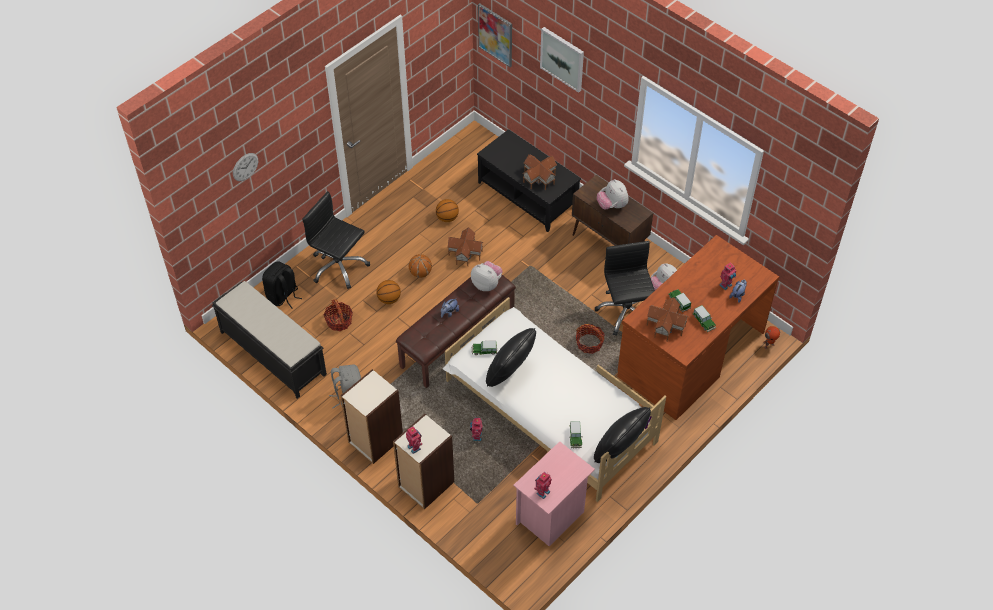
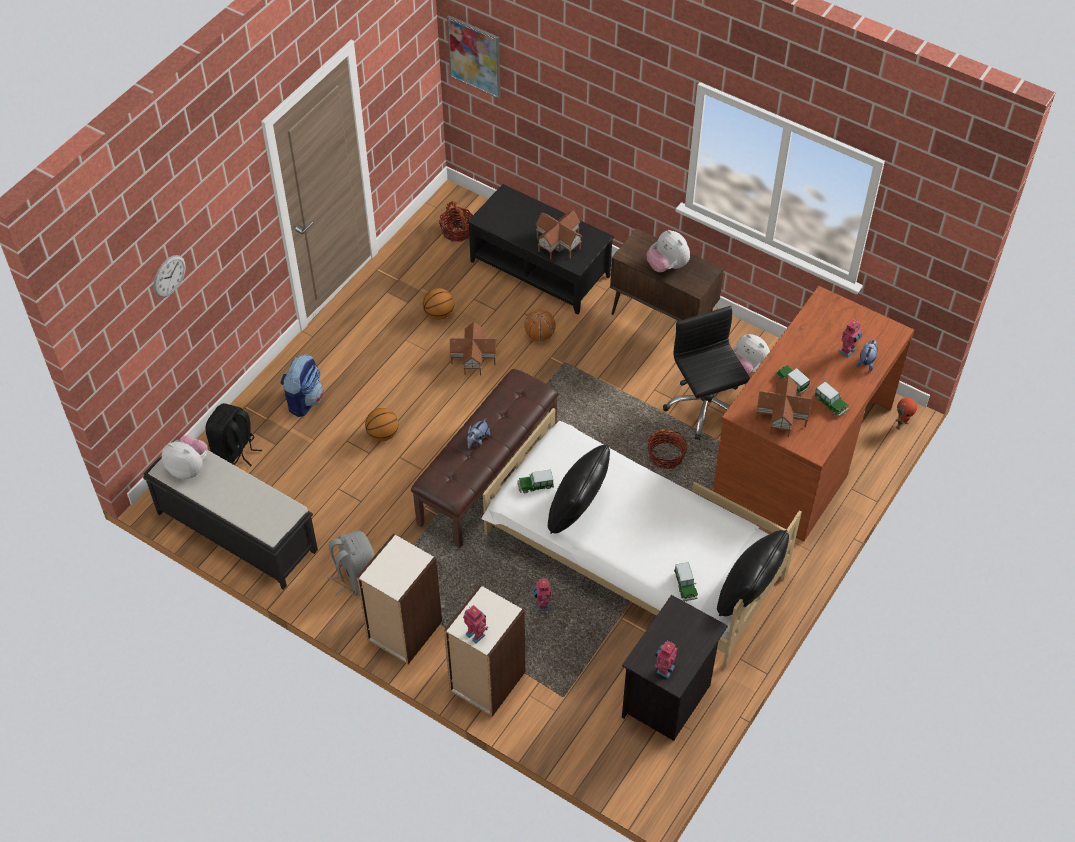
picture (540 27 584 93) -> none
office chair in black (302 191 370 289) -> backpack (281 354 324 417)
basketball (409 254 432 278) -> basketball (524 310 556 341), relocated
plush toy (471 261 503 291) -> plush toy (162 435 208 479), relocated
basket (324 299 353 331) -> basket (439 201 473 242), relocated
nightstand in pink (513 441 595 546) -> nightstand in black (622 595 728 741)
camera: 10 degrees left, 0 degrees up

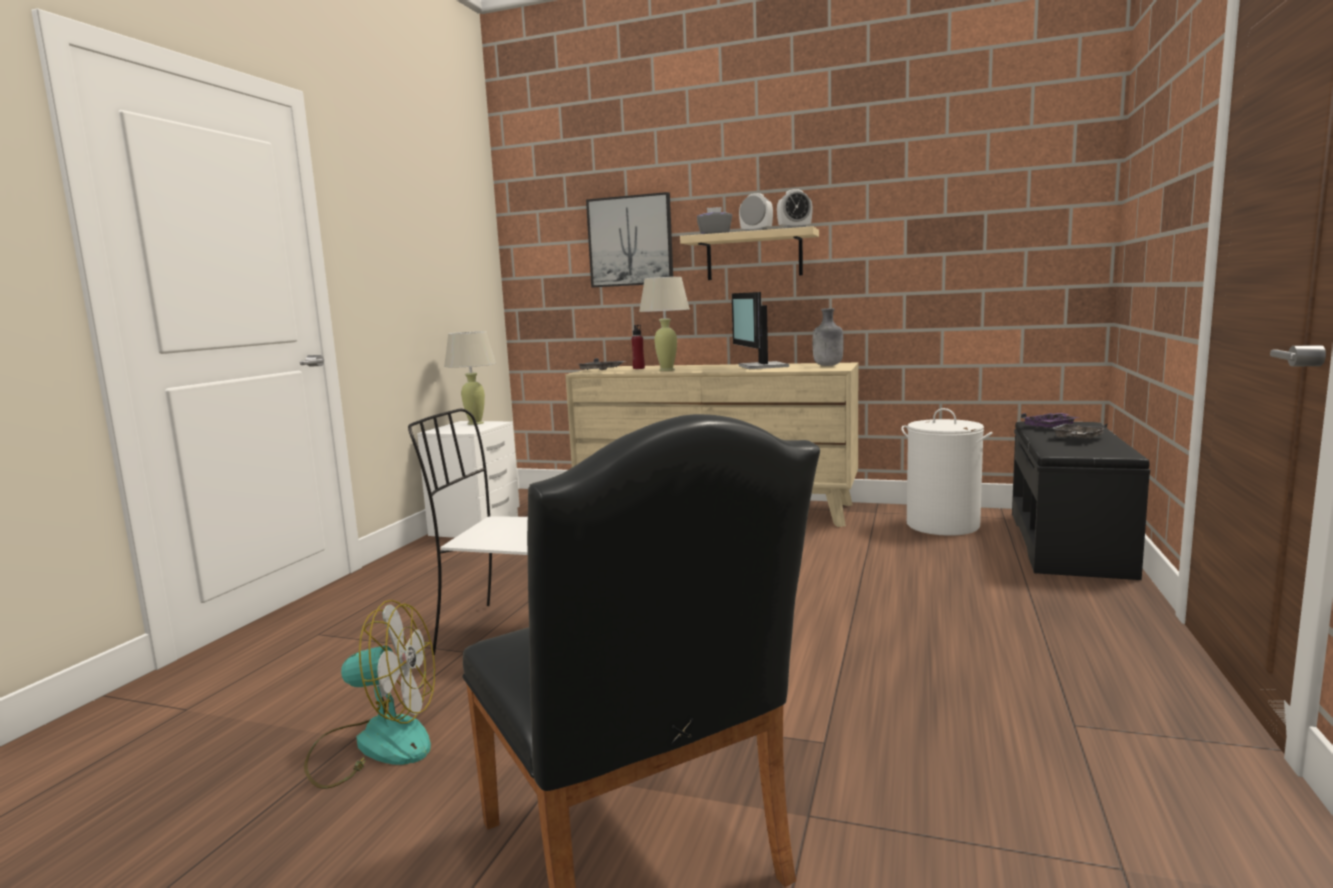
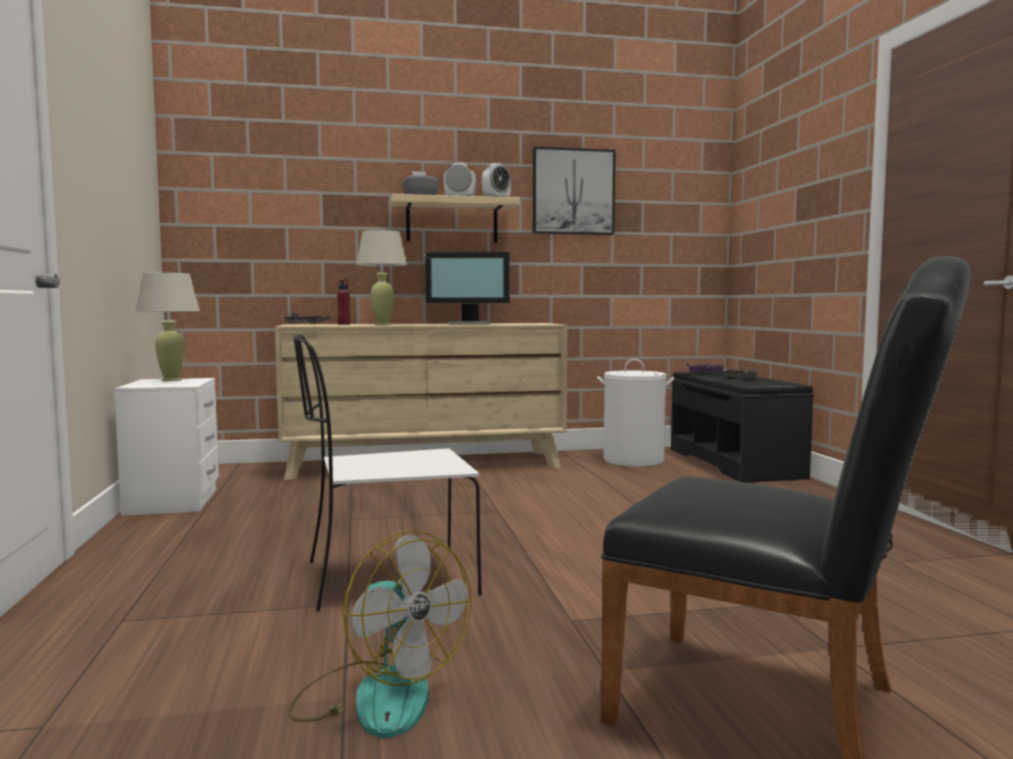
picture (586 192 673 287) -> picture (533 147 616 235), relocated
monitor (732 292 789 369) -> monitor (425 252 510 324), 45 degrees counterclockwise
bottle in grey (813 308 844 366) -> none
fan (304 600 435 789) -> fan (288 530 472 738), 75 degrees clockwise
camera: 30 degrees left, 5 degrees down

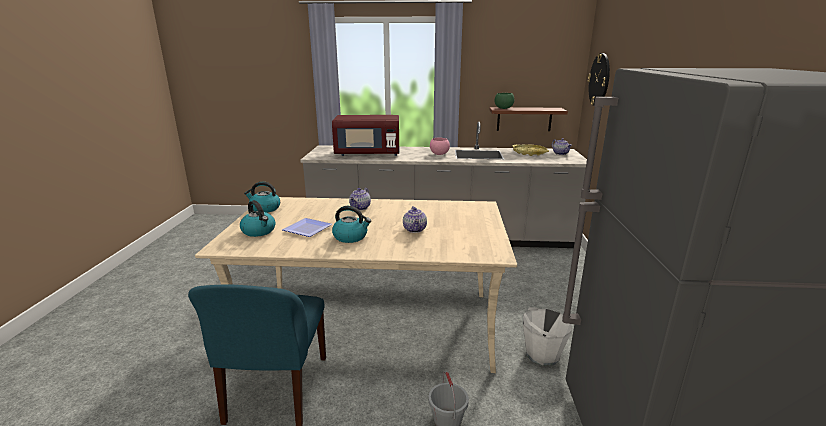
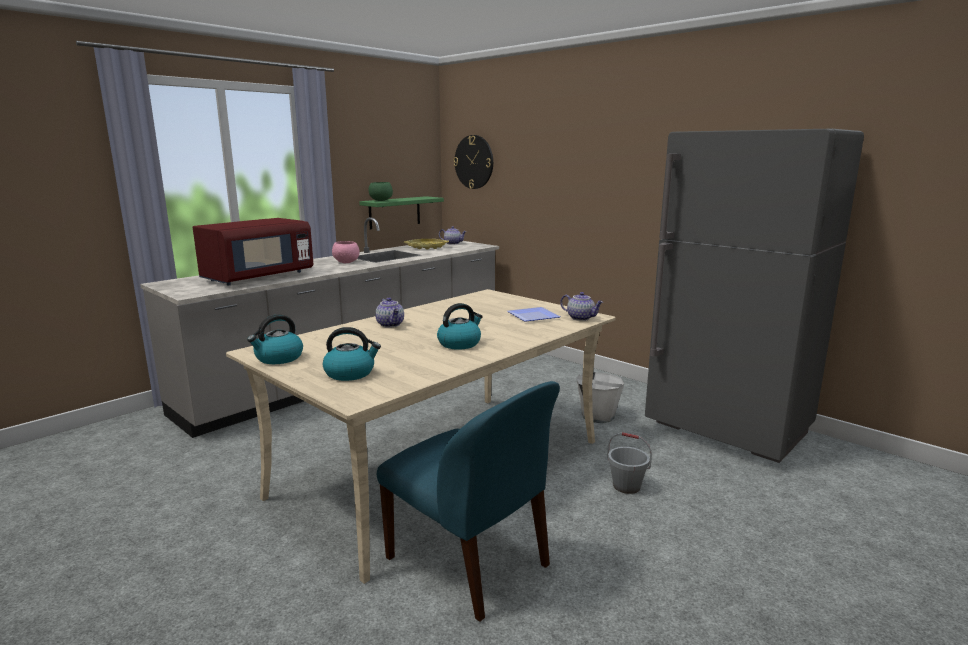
shelf in brown (489 107 568 131) -> shelf in green (359 196 444 230)
teapot (403 206 427 233) -> teapot (560 292 603 321), relocated
plate (282 218 332 237) -> plate (508 307 561 322), relocated
camera: 50 degrees left, 5 degrees down

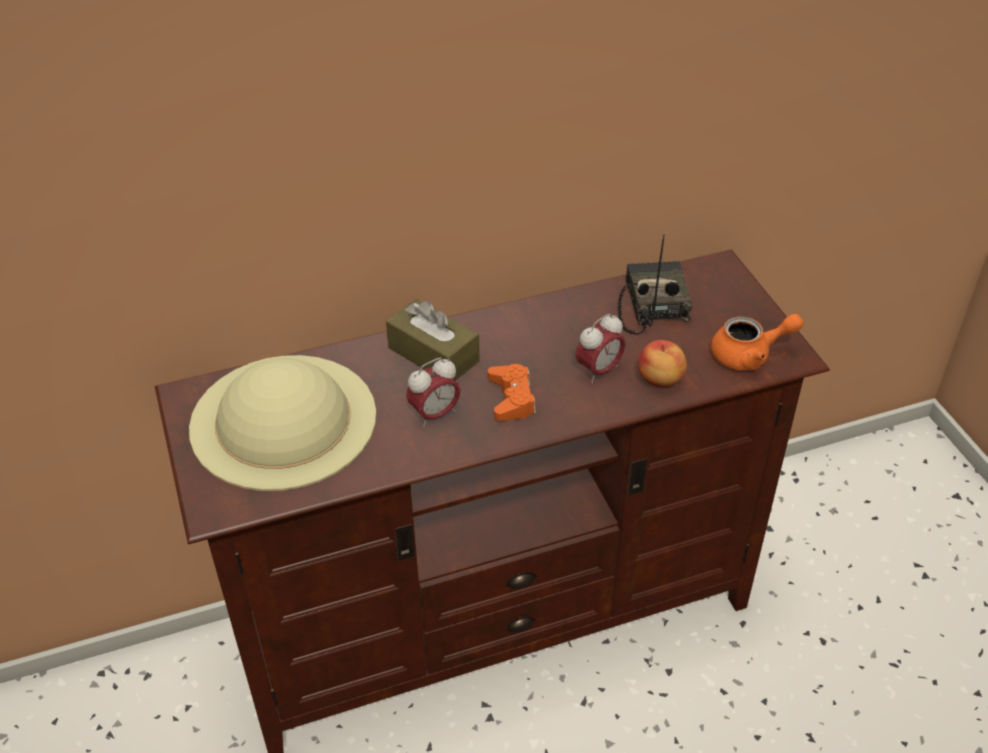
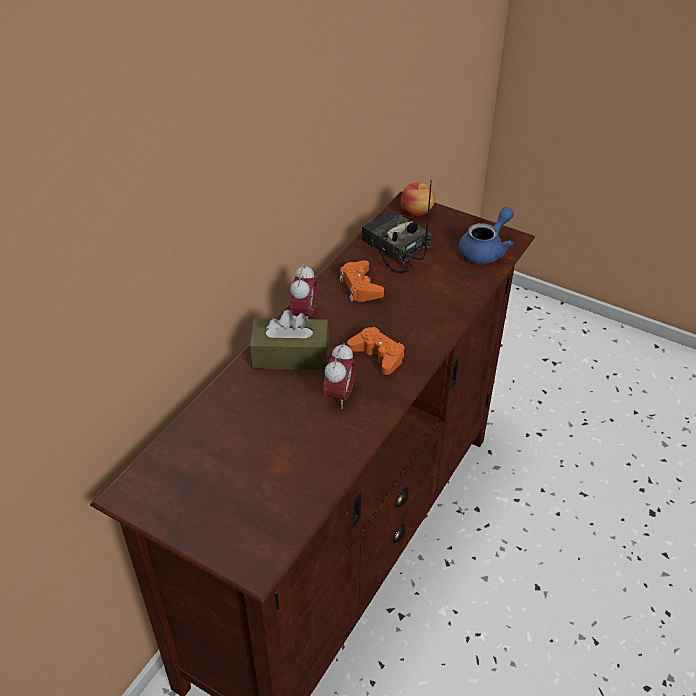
alarm clock (576 314 625 383) -> alarm clock (290 264 317 319), relocated
teapot in orange (711 314 804 370) -> teapot in blue (458 207 514 264)
apple (638 340 687 387) -> apple (401 182 435 216), relocated
hat in beige (189 355 376 491) -> none
none -> game controller in orange (340 260 384 302)
camera: 40 degrees left, 0 degrees up

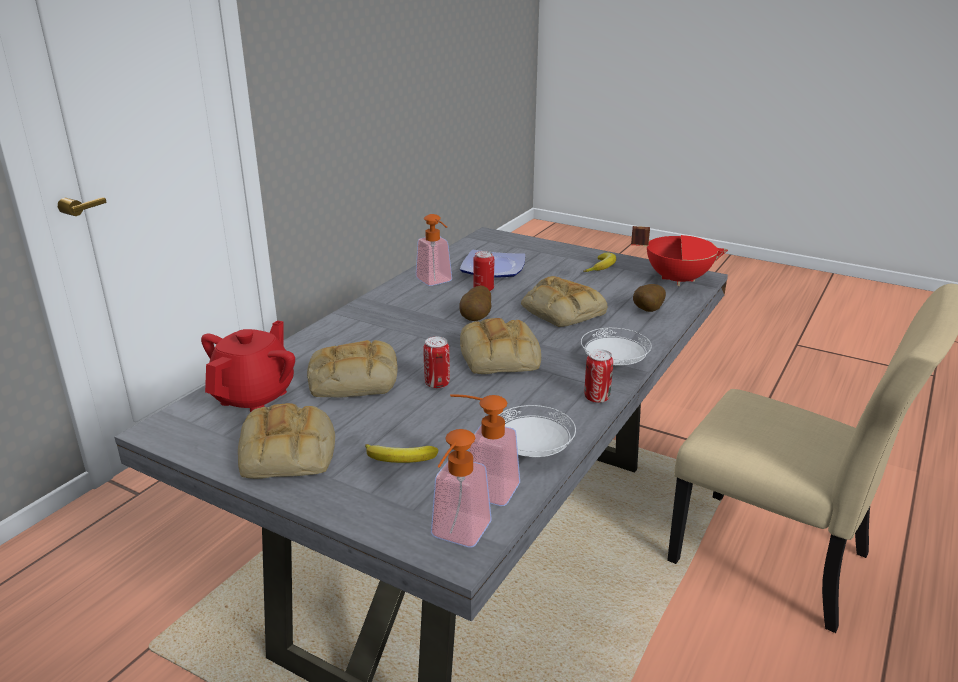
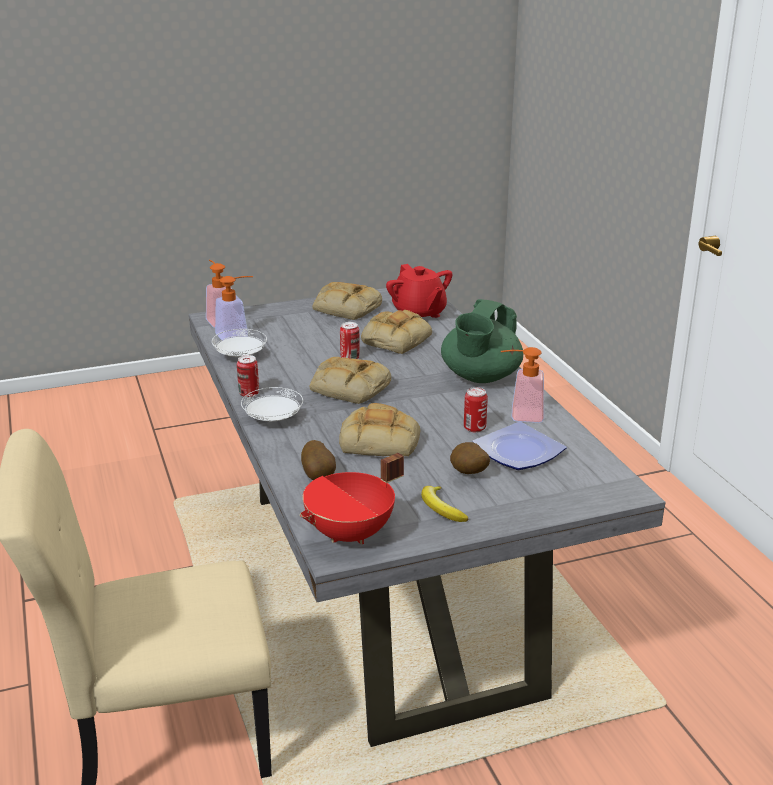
potato (459 285 491 321) -> potato (450 442 490 474), relocated
banana (365 444 438 463) -> none
none -> teapot in green (441 299 523 383)
camera: 130 degrees right, 0 degrees up

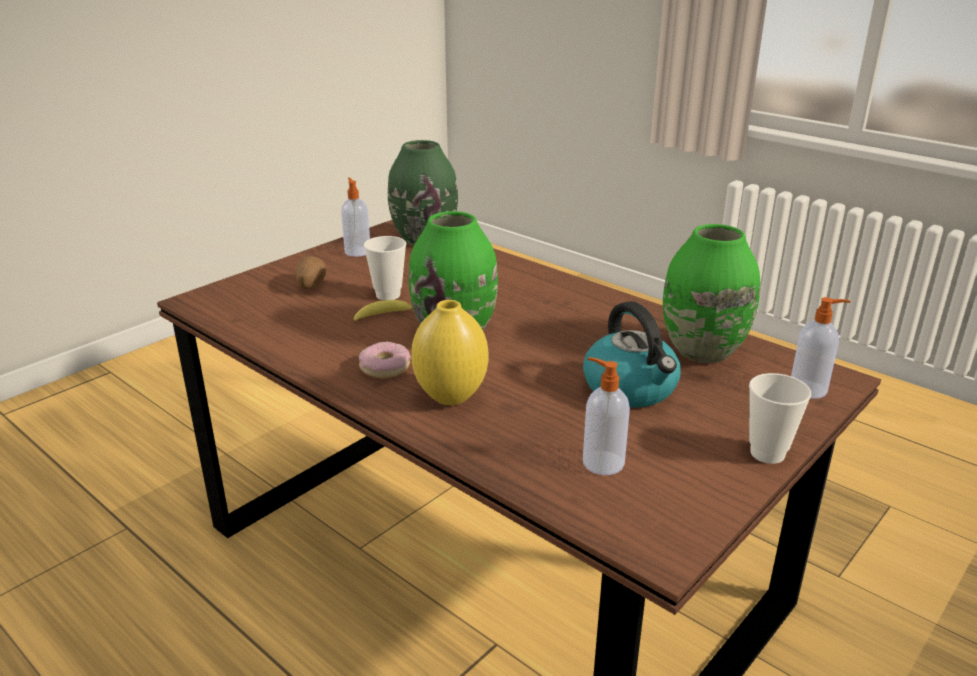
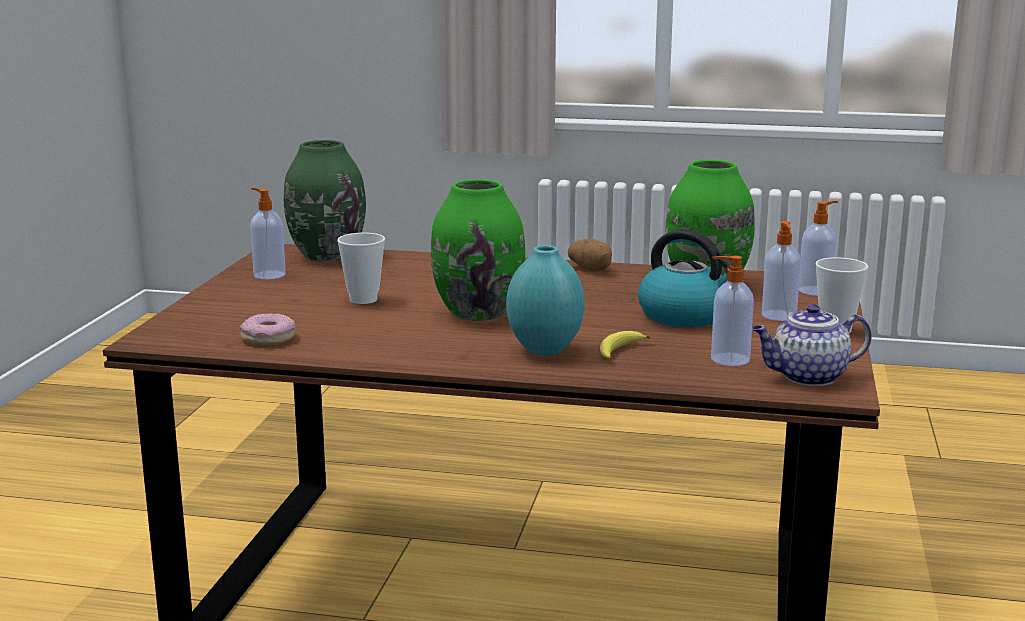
potato (295 256 326 290) -> potato (568 239 612 271), relocated
banana (354 300 414 321) -> banana (600 331 650 359), relocated
vase in yellow (411 300 489 405) -> vase in turquoise (506 245 585 356)
donut (359 342 411 378) -> donut (240 313 295 345), relocated
none -> soap dispenser (762 221 801 321)
none -> teapot (752 304 872 386)
camera: 30 degrees left, 10 degrees down

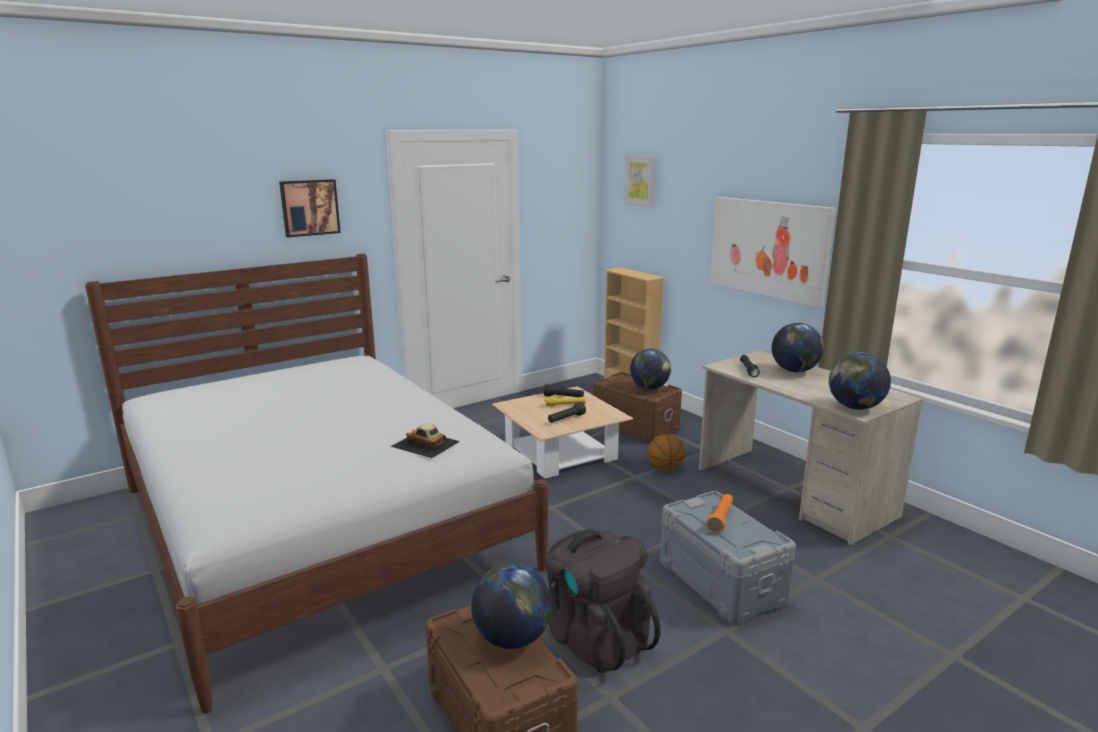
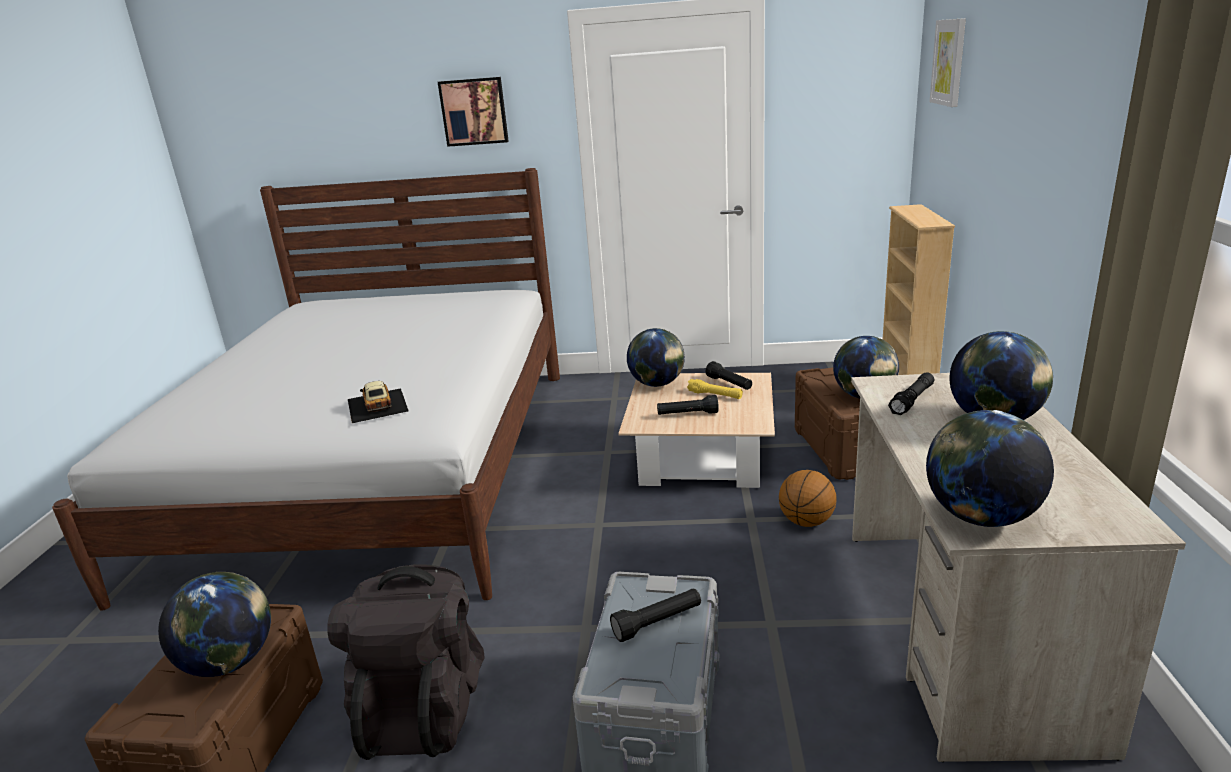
picture (710 197 836 307) -> none
flashlight in orange (706 494 733 533) -> flashlight in black (610 588 701 642)
none -> globe (627 328 685 387)
camera: 40 degrees right, 5 degrees up

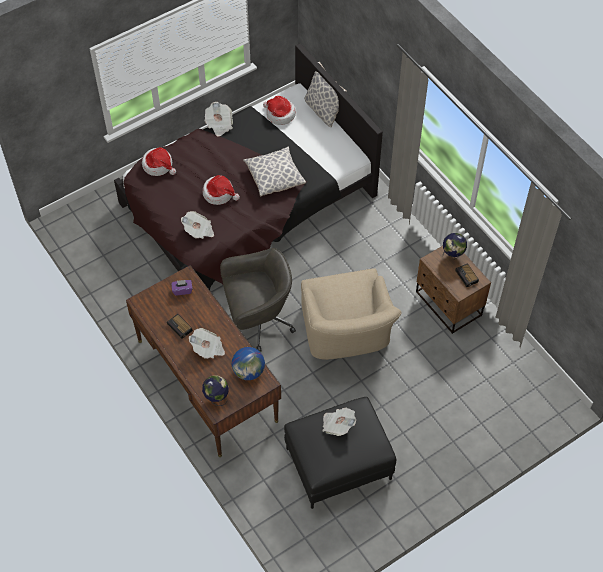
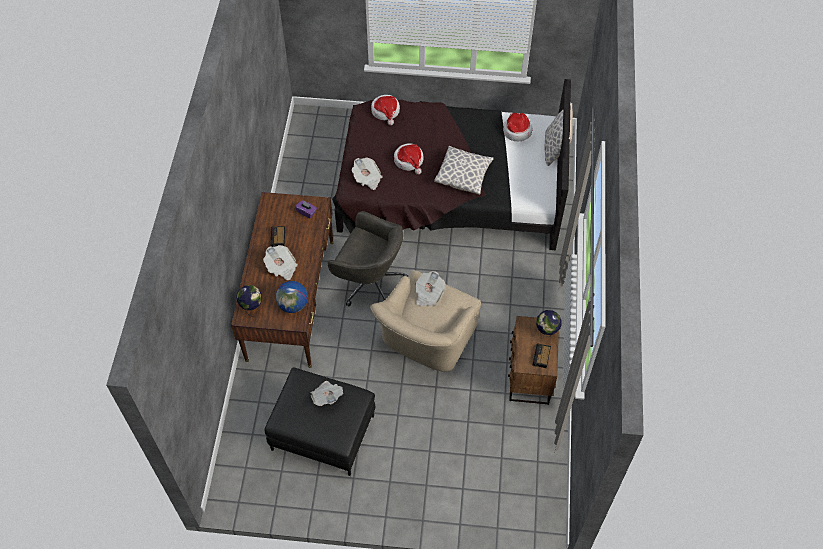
newspaper (205 102 233 137) -> newspaper (415 271 446 306), relocated
camera: 40 degrees right, 0 degrees up

